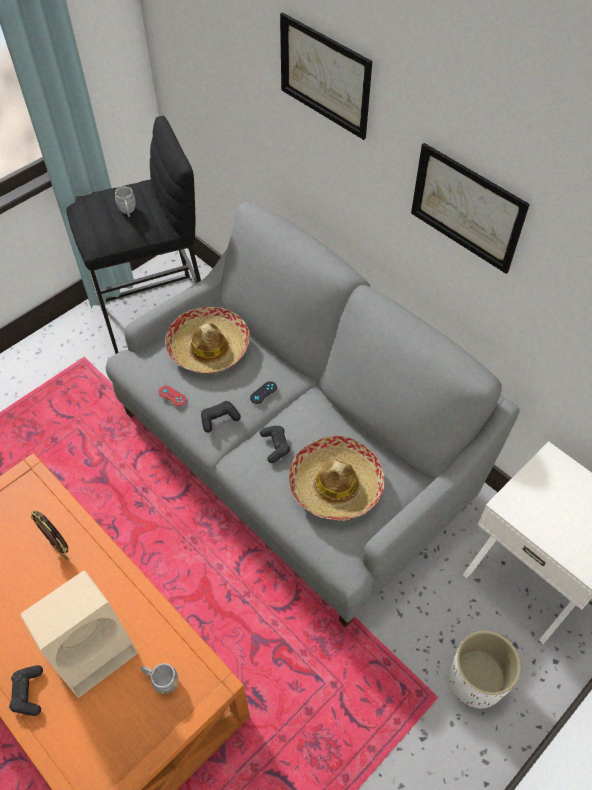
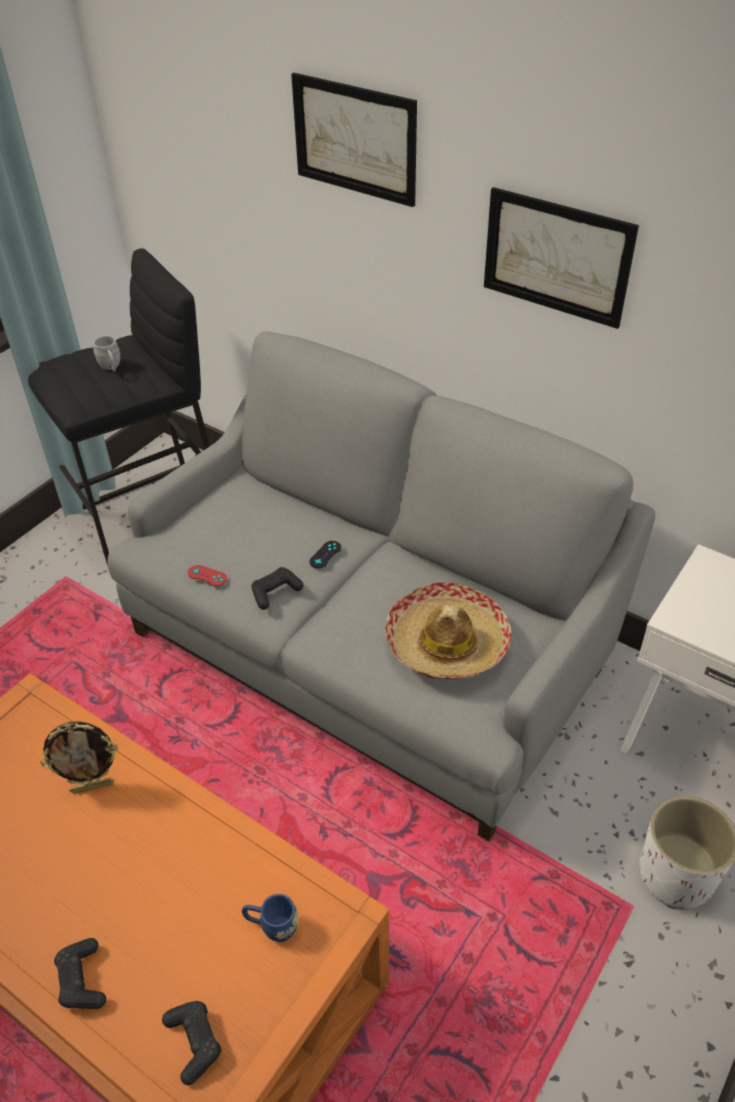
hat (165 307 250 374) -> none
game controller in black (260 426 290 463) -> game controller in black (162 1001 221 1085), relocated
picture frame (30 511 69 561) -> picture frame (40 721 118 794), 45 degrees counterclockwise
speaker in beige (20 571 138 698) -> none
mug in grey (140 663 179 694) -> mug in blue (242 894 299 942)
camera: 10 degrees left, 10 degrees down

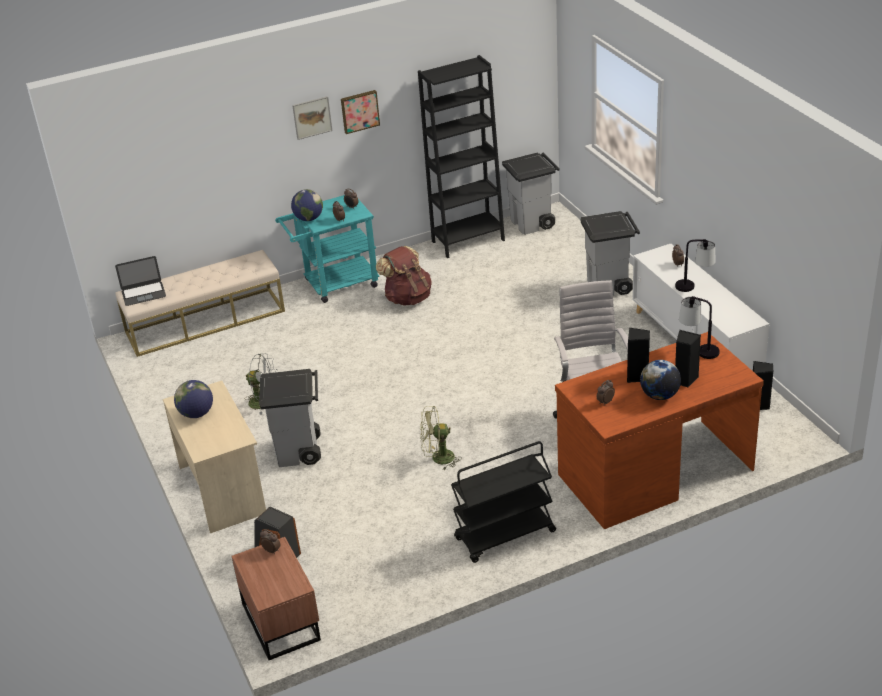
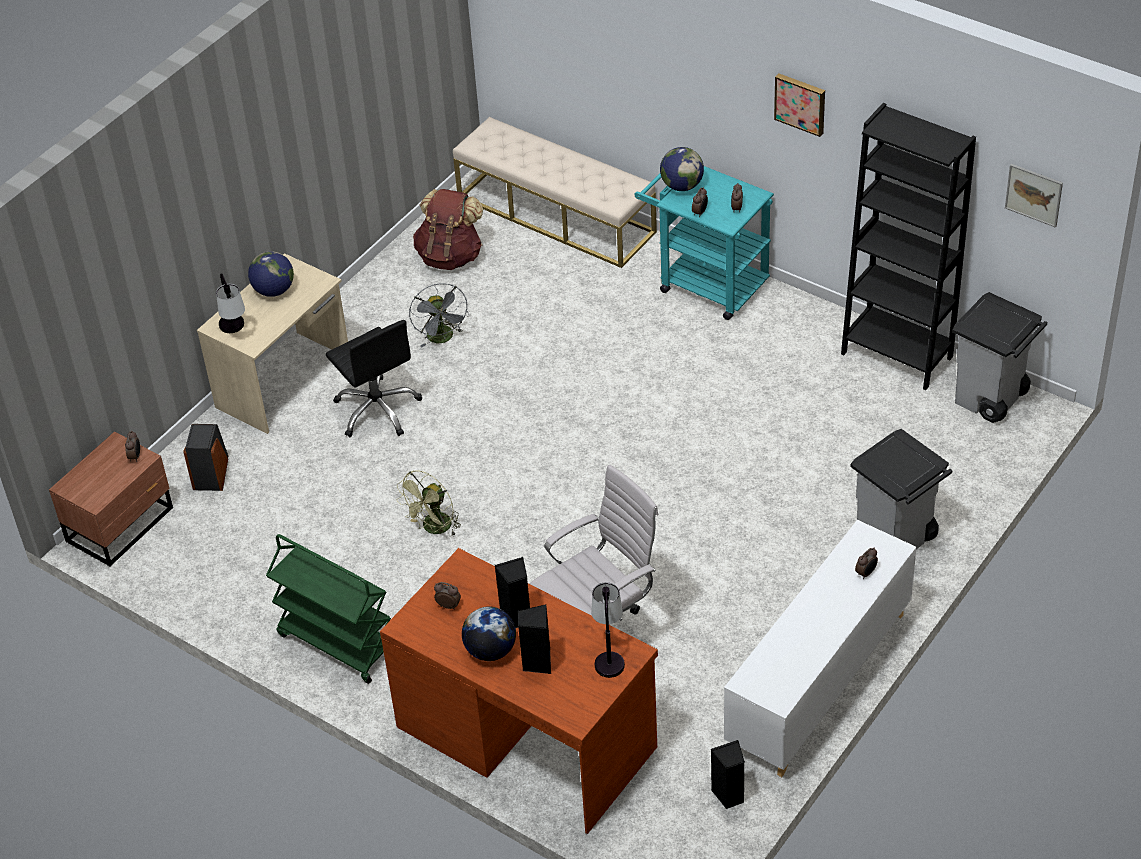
picture (292 96 333 140) -> picture (1005 164 1063 228), relocated
table lamp (675 239 716 292) -> table lamp (216 273 245 333), relocated
backpack in brown (376 246 432 306) -> backpack in brown (413 189 483 270), relocated
laptop (115 256 166 306) -> none
trash can in grey (259 369 321 467) -> office chair in black (326 320 422 437)
fan in green (420 406 462 470) -> fan in green (396 470 461 535), 105 degrees counterclockwise
cart in black (451 441 556 563) -> cart in green (266 534 391 684)
camera: 60 degrees right, 10 degrees up

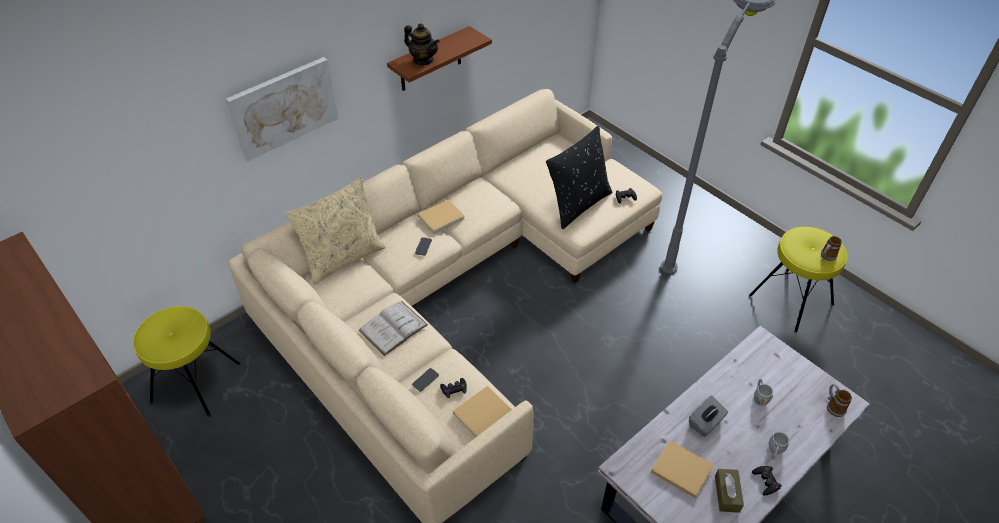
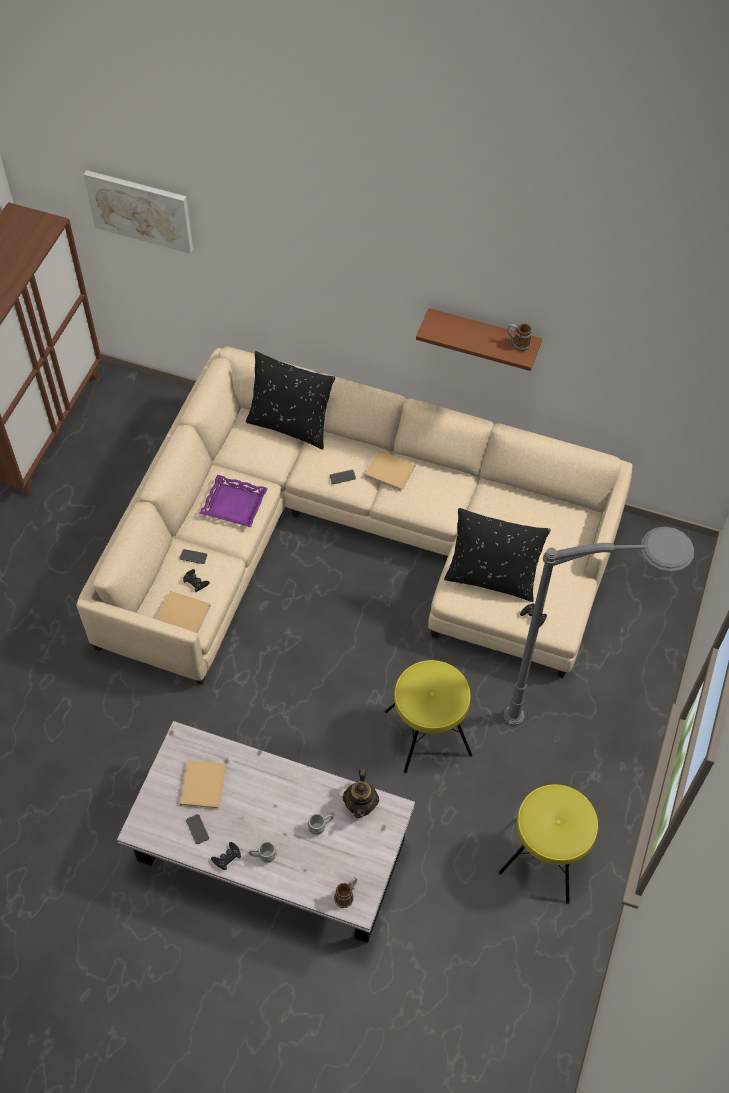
teapot (404 23 440 65) -> teapot (343 768 379 818), relocated
picture (226 57 338 161) -> picture (84 170 193 254), relocated
pillow in beige (285 177 386 285) -> pillow in black (246 351 335 449)
mug (821 236 842 261) -> mug (507 323 532 351), relocated
book in white (358 301 428 356) -> tray in purple (199 475 268 527)
stool in yellow (133 306 241 417) -> stool in yellow (385 660 472 774), relocated
tissue box in grey (689 396 728 437) -> none
tissue box in brown (715 469 744 513) -> phone (186 814 209 844)
camera: 60 degrees right, 10 degrees up

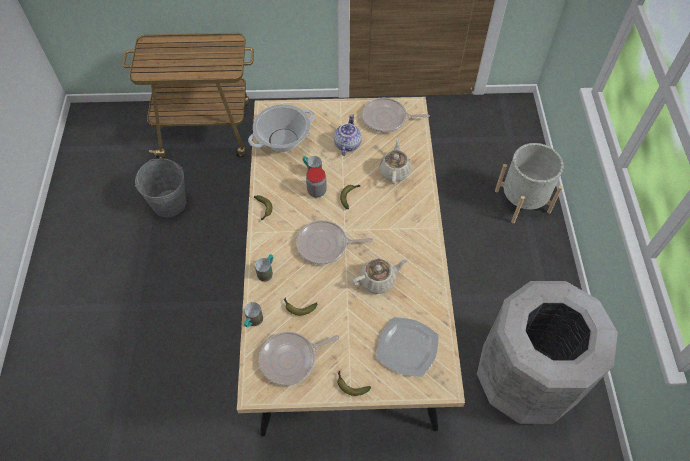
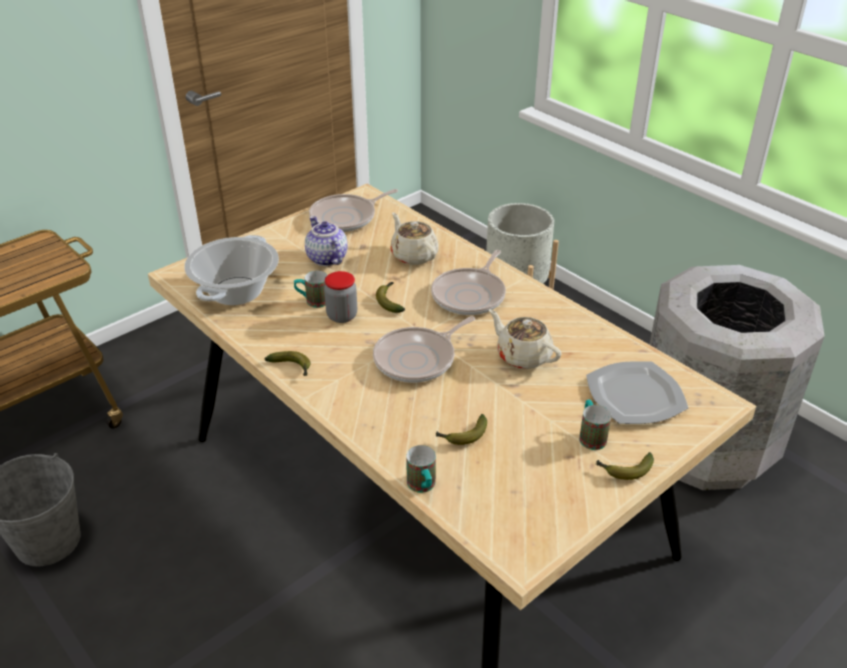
mug (255 254 273 282) -> mug (579 400 611 450), relocated
teapot in beige (352 258 407 294) -> teapot in beige (489 309 561 369), 75 degrees counterclockwise
frying pan (259 332 340 386) -> frying pan (431 250 506 315), relocated
camera: 40 degrees left, 20 degrees down

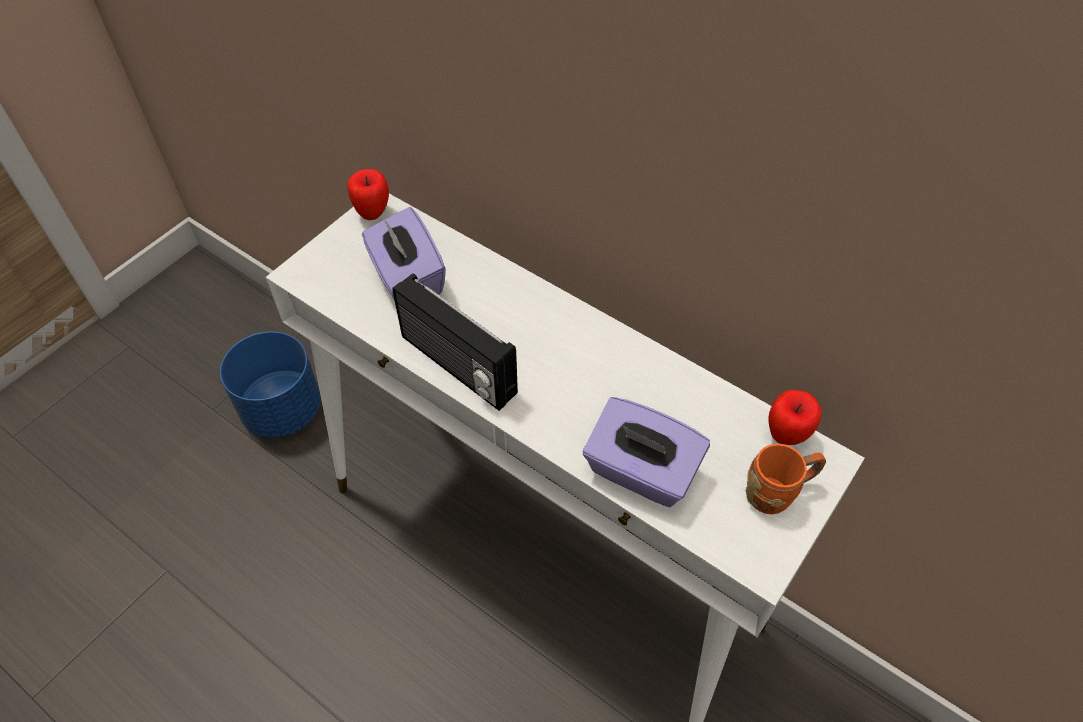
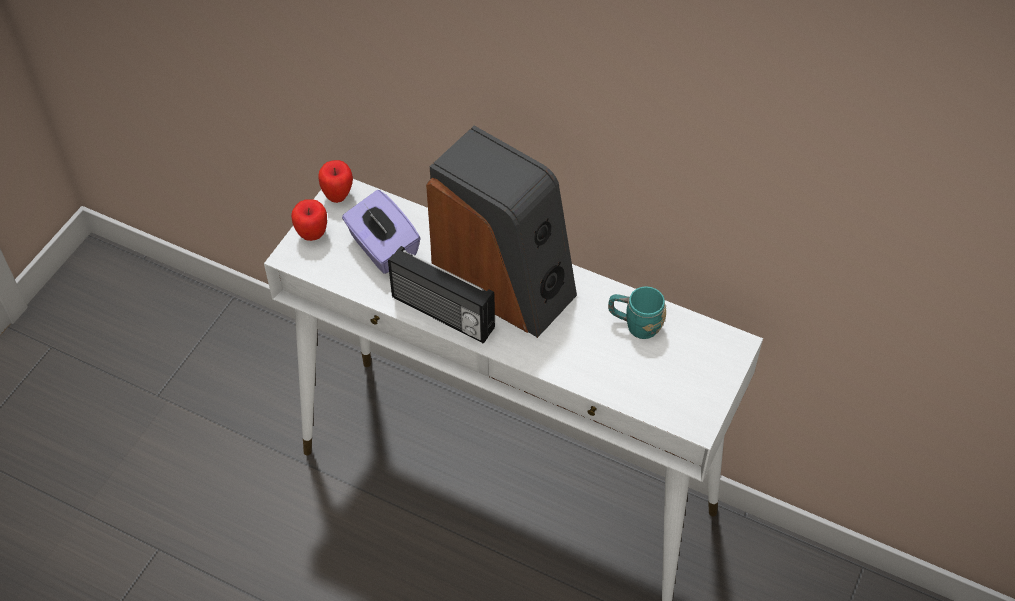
planter in blue (220 331 321 438) -> none
apple (768 390 822 445) -> apple (291 200 327 241), relocated
tissue box in purple (583 397 710 507) -> none
mug in orange (746 444 826 514) -> none
none -> speaker (426 125 577 338)
none -> mug in turquoise (608 286 666 339)
camera: 10 degrees left, 0 degrees up

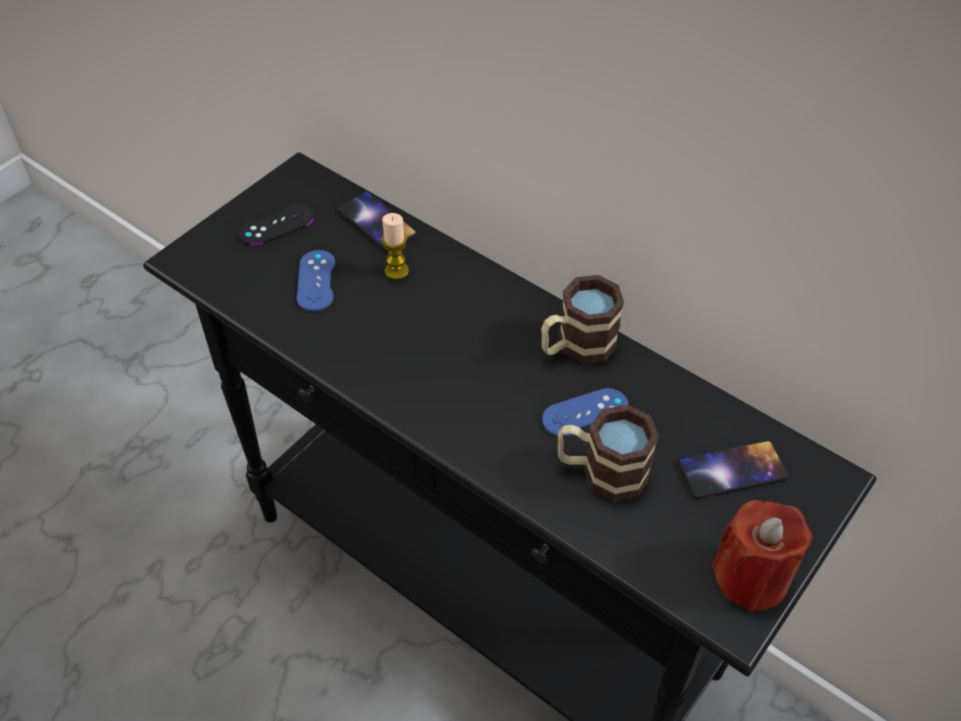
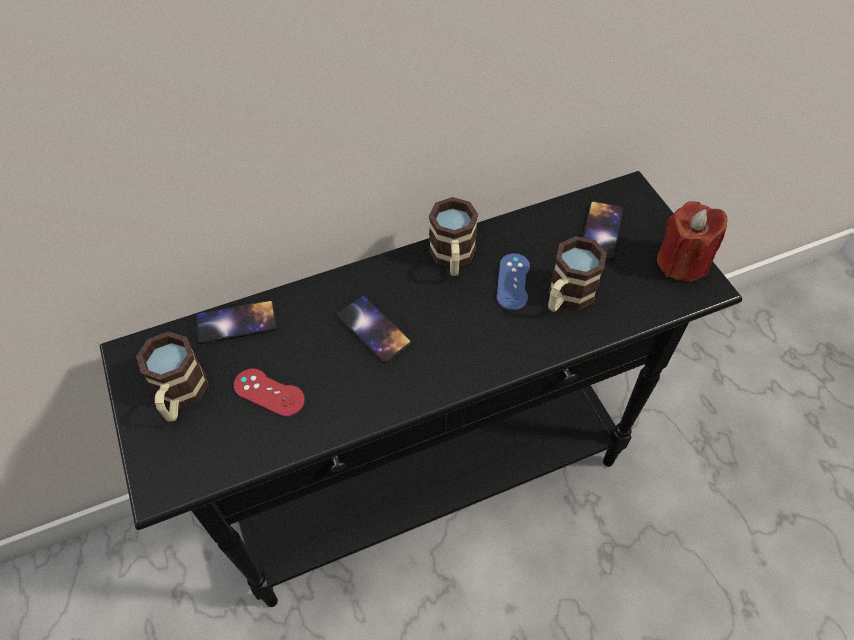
game controller in black (239 204 314 246) -> mug (136 331 209 422)
candle (382 213 409 280) -> none
game controller in blue (297 250 335 311) -> game controller in red (234 369 305 416)
none -> phone (336 295 412 363)
camera: 60 degrees left, 5 degrees up

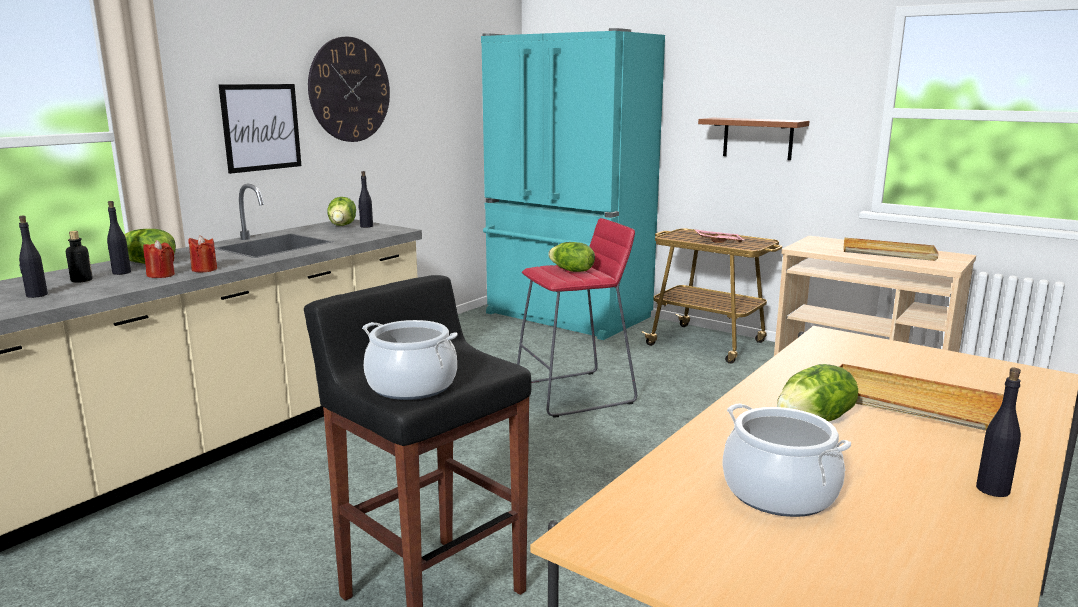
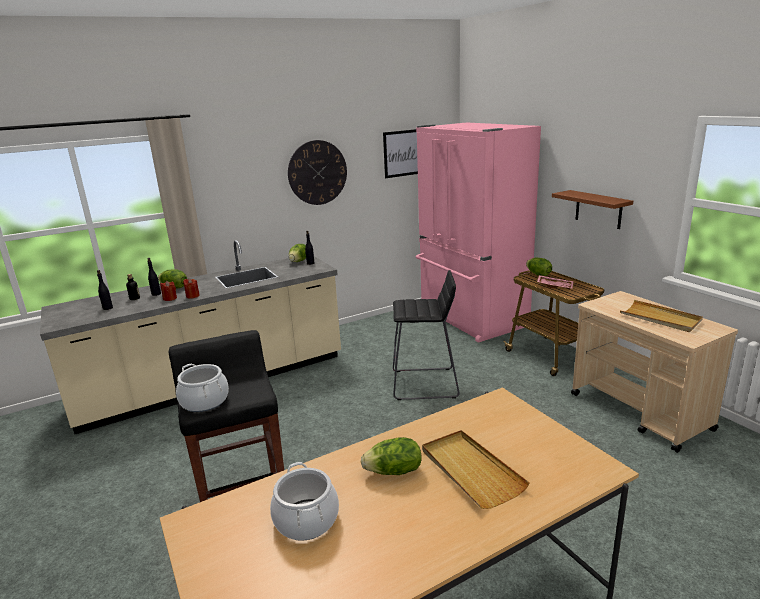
fridge in turquoise (481 28 665 340) -> fridge in pink (416 122 541 343)
picture (219 84 301 174) -> picture (383 129 418 178), relocated
stool in red (517 218 637 418) -> stool in black (393 270 460 400)
lettuce (548 242 595 272) -> lettuce (526 258 552 276), relocated
bottle in black (976 368 1021 497) -> none
camera: 25 degrees right, 5 degrees up

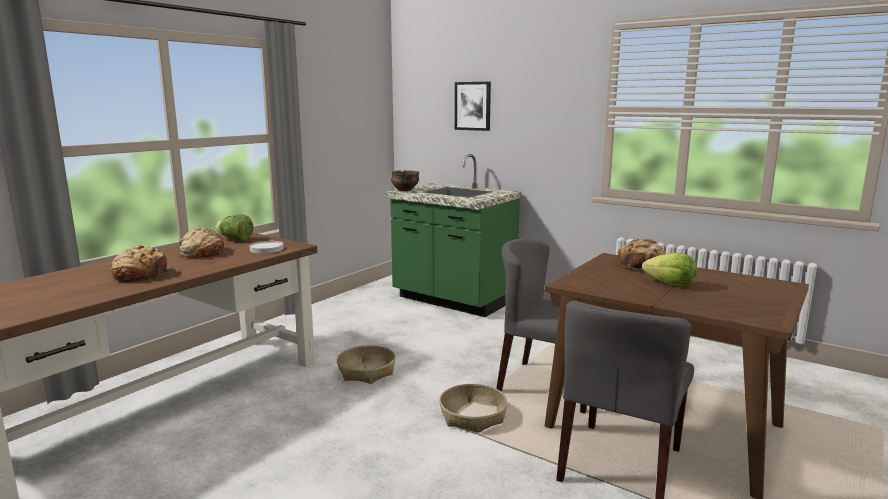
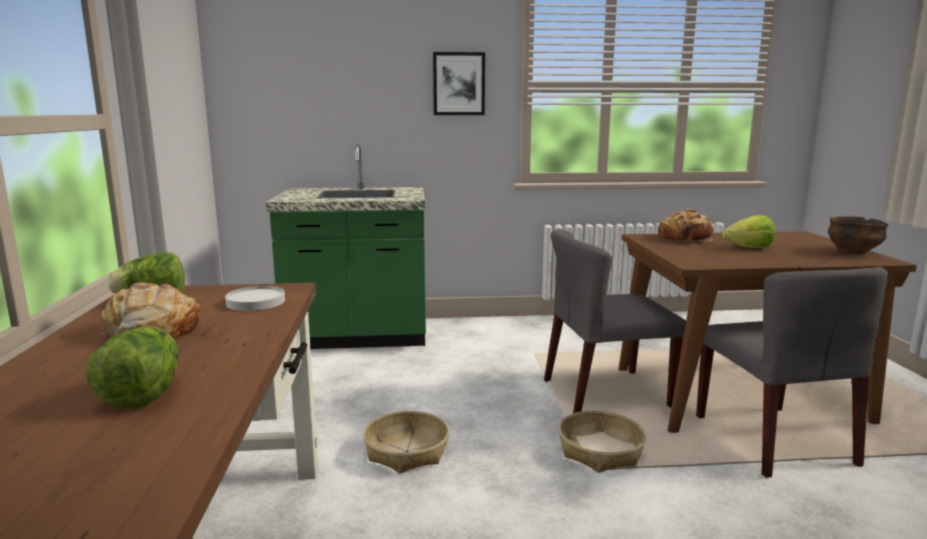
picture (455 82 491 131) -> picture (433 52 485 115), relocated
bowl (391 170 419 191) -> bowl (828 216 888 254), relocated
bread (111 245 177 282) -> lettuce (86 327 178 409)
camera: 40 degrees left, 0 degrees up

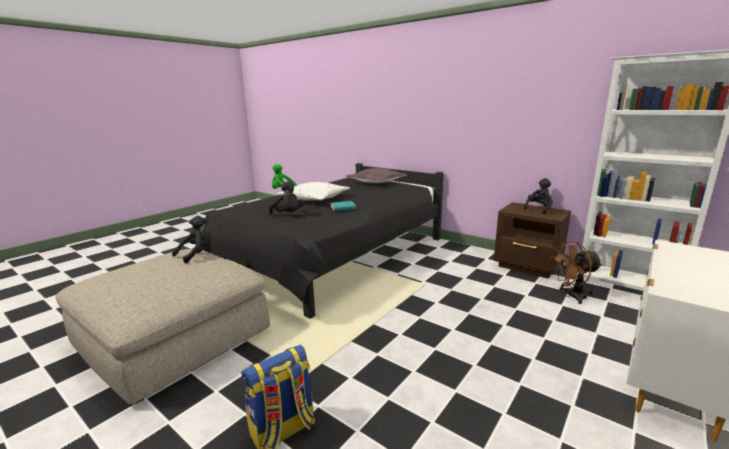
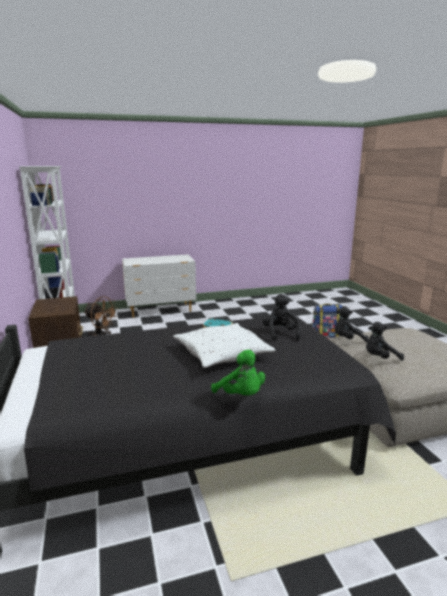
pillow in grey (346 168 407 183) -> none
plush toy in black (524 178 553 214) -> plush toy in black (335 306 369 342), relocated
camera: 145 degrees left, 0 degrees up

